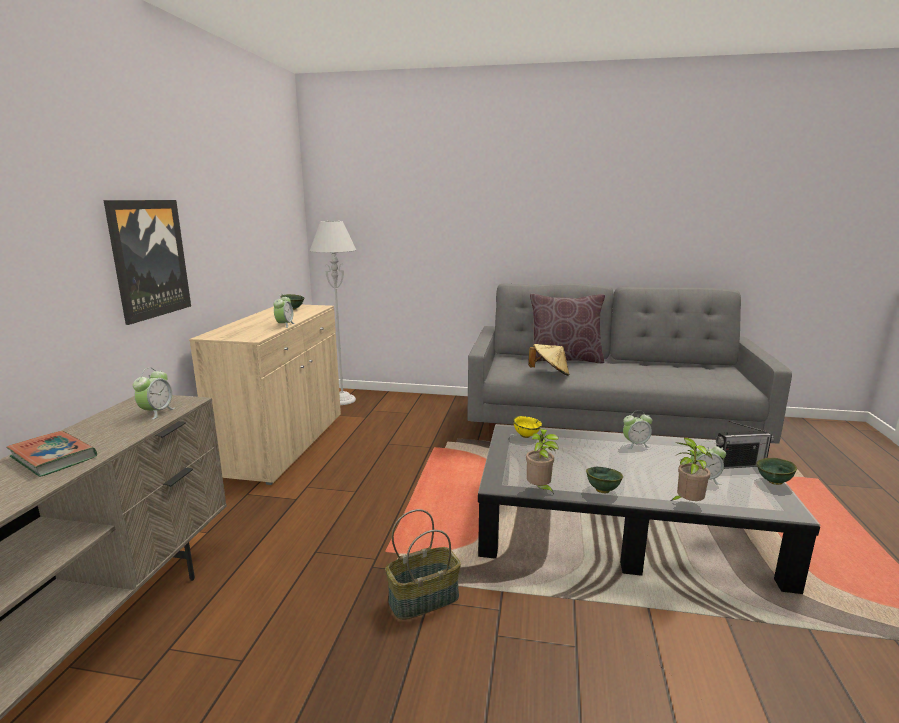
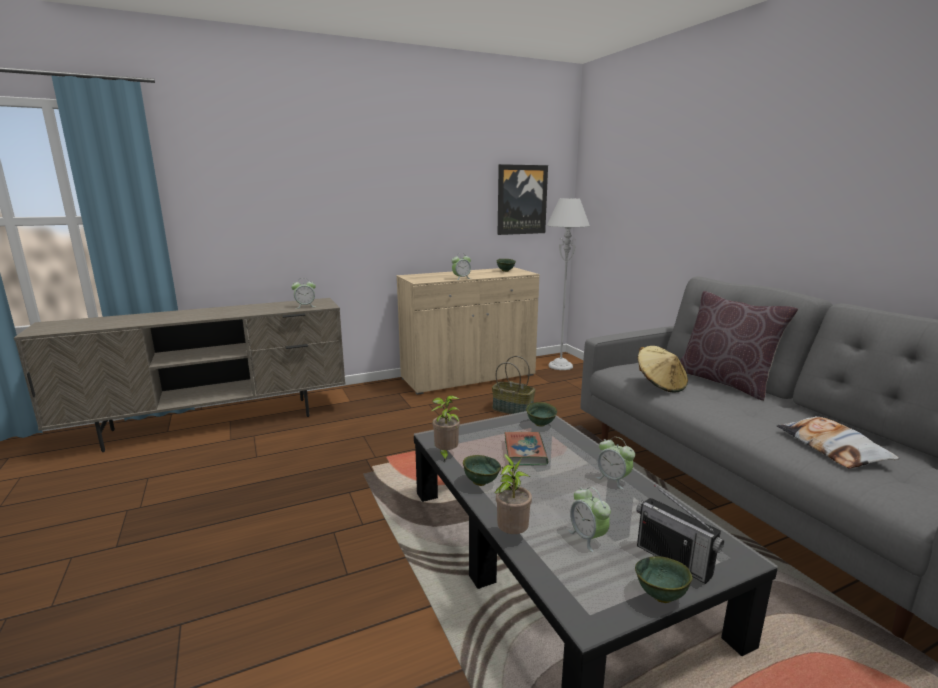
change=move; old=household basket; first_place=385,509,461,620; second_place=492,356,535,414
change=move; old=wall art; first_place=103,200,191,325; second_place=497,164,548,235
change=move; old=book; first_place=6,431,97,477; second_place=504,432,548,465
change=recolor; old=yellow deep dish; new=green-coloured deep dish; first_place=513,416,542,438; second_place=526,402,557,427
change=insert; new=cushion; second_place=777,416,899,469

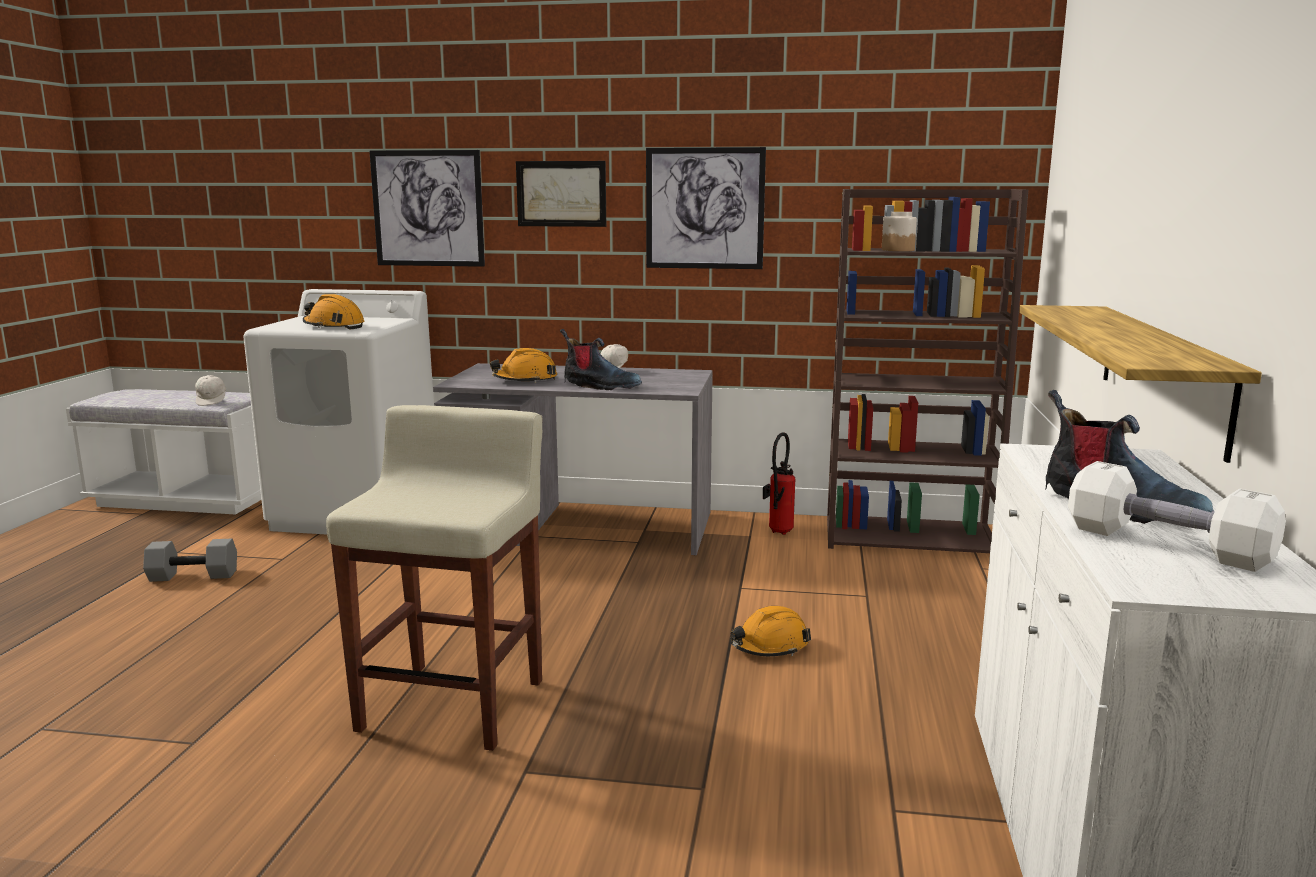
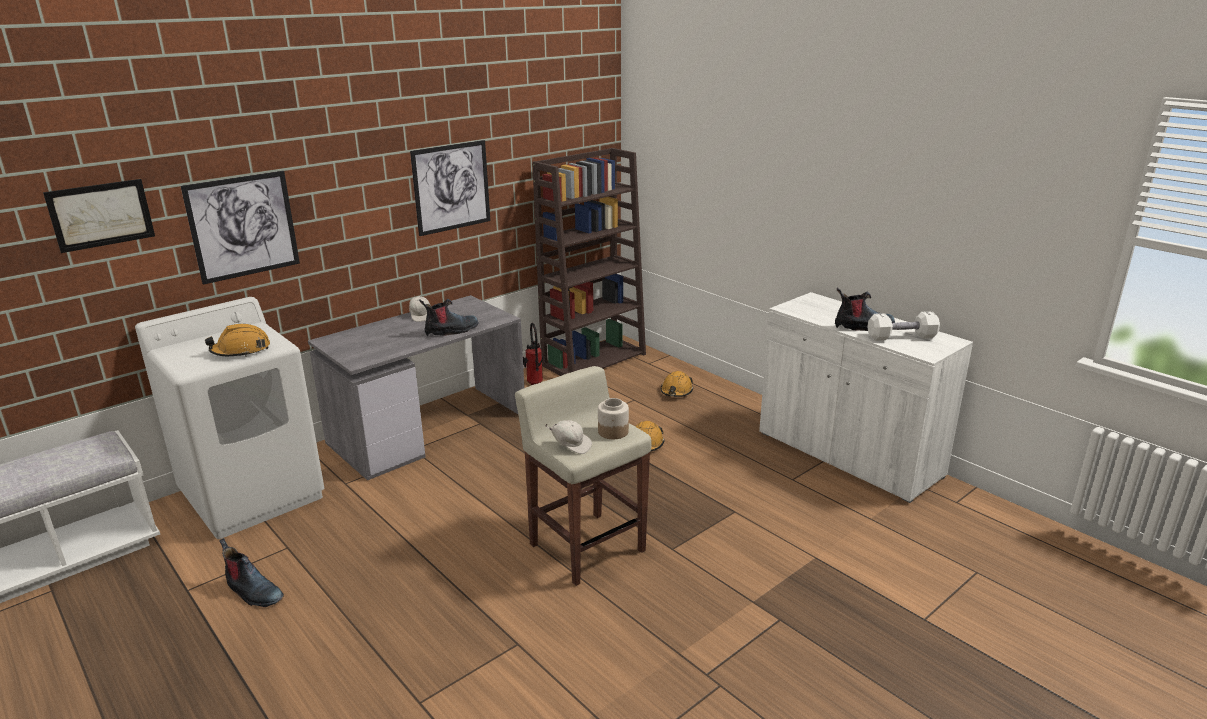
change=move; old=wall art; first_place=516,161,606,227; second_place=43,179,155,253
change=replace; old=grey dumbbell; new=tall boot; first_place=143,538,237,582; second_place=219,538,284,607
change=move; old=whitish cap; first_place=195,375,226,406; second_place=545,420,592,454
change=move; old=storage jar; first_place=882,212,918,251; second_place=598,398,629,439
change=move; old=orangey hard hat; first_place=490,348,557,383; second_place=661,371,693,397
change=delete; old=shelf; first_place=1019,305,1262,463

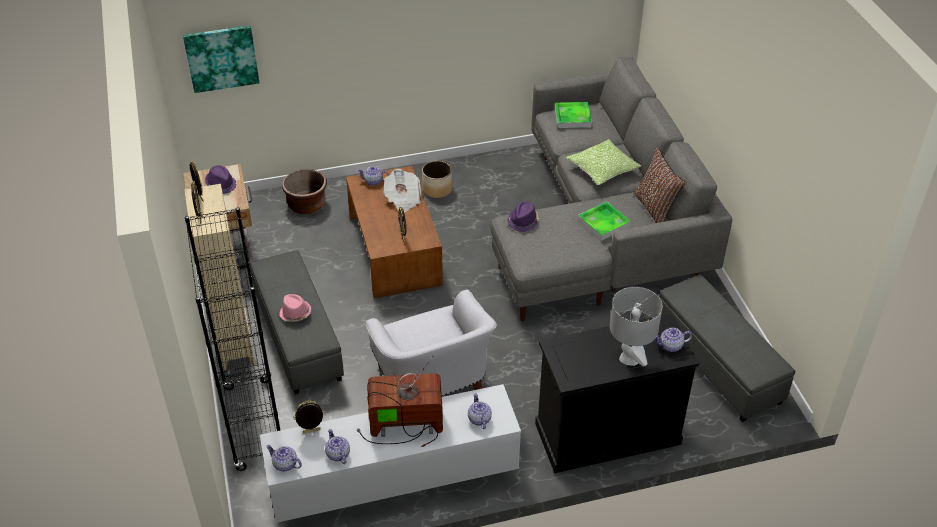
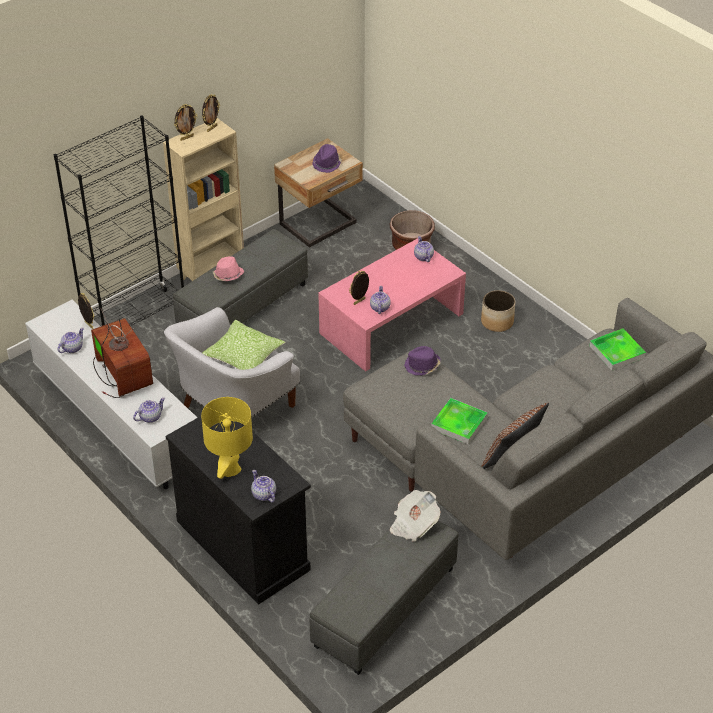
change=recolor; old=grey lamp for a table; new=yellow lamp for a table; first_place=610,287,662,367; second_place=201,397,253,479
change=move; old=cushion; first_place=566,139,641,185; second_place=202,320,285,370
change=recolor; old=brownish low table; new=pink-coloured low table; first_place=346,166,443,298; second_place=318,238,466,372
change=move; old=teapot; first_place=266,445,302,472; second_place=370,286,391,314
change=move; old=printed paper; first_place=383,169,421,212; second_place=390,490,440,542
change=delete; old=wall art; first_place=183,26,259,93

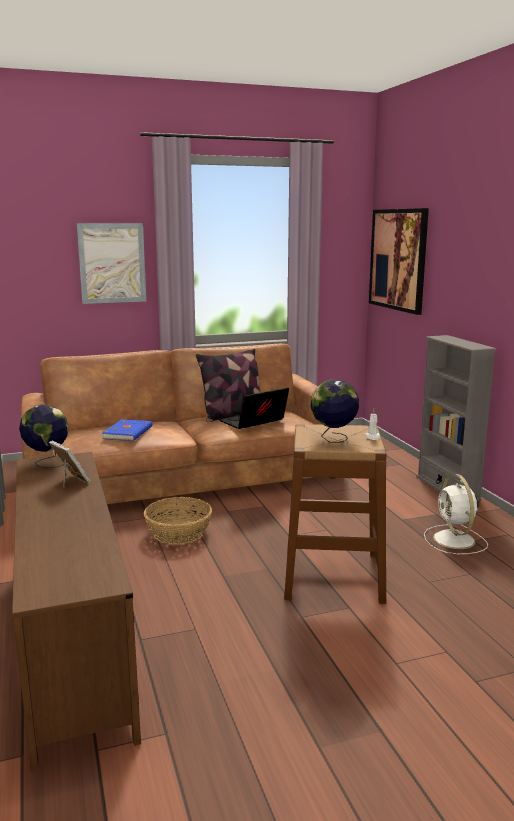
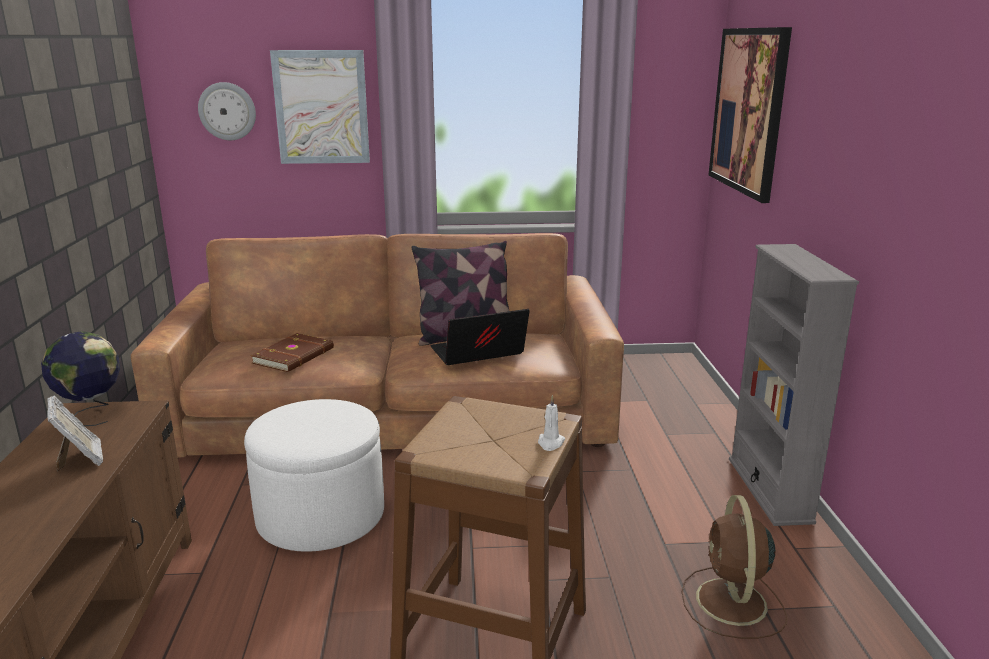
change=insert; new=clock on the wall; second_place=198,82,256,140
change=replace; old=household basket; new=whitish pouffe; first_place=144,497,212,544; second_place=244,399,384,552
change=recolor; old=blue book; new=brownish book; first_place=102,419,152,441; second_place=251,333,334,372
change=recolor; old=whitish cooling fan; new=brownish cooling fan; first_place=424,474,488,554; second_place=682,495,787,639
change=delete; old=desk globe; first_place=310,379,359,443

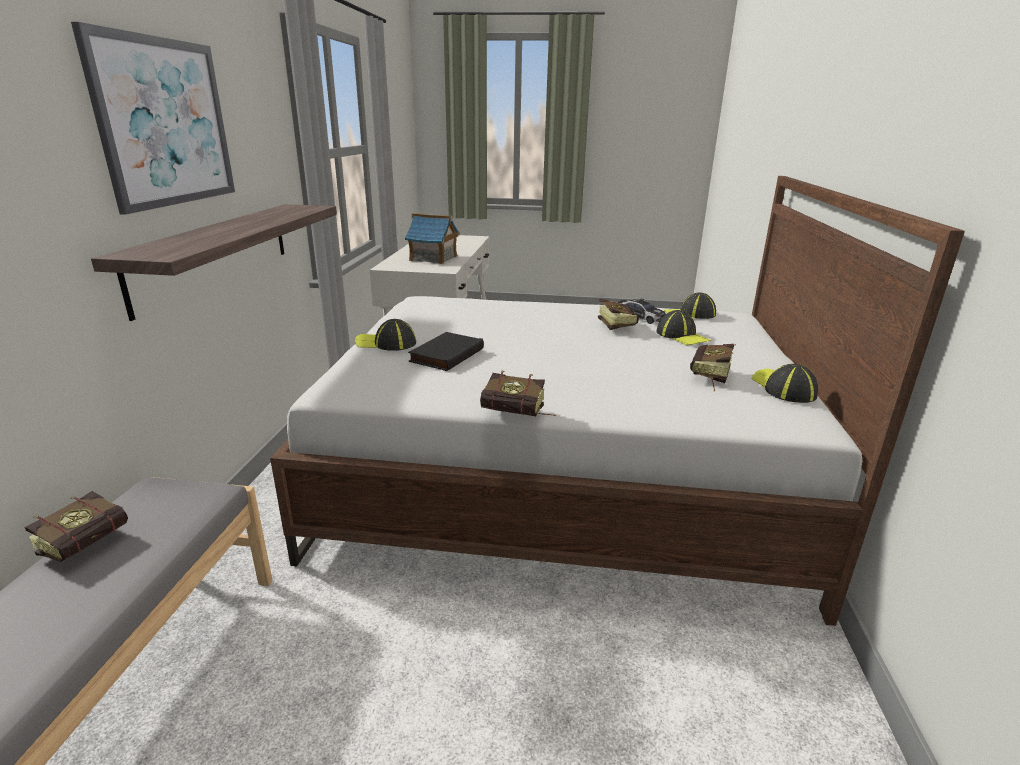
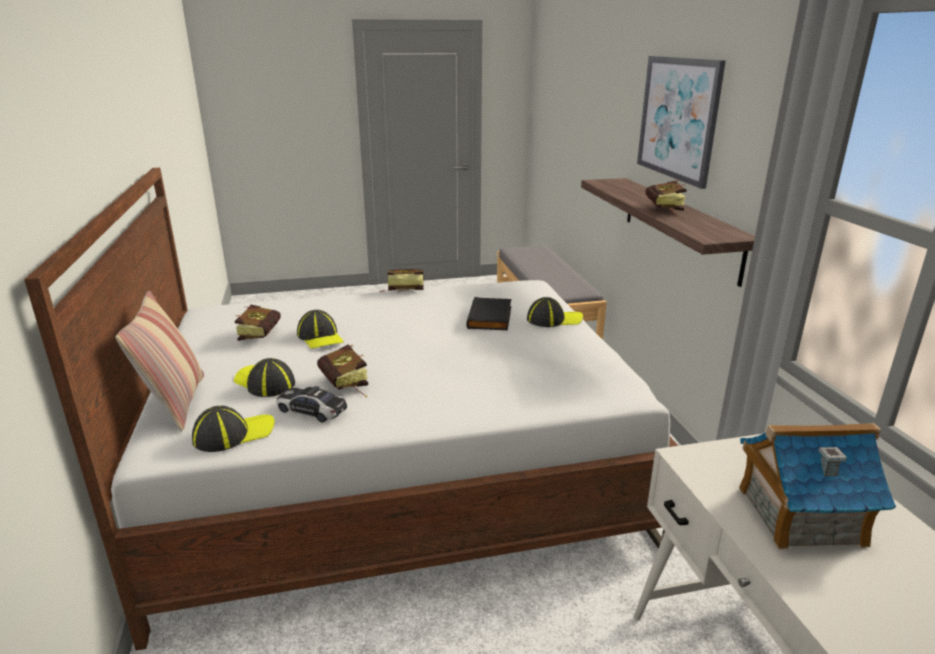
change=insert; new=cushion; second_place=116,291,204,432
change=move; old=cap; first_place=752,364,818,403; second_place=297,310,344,349
change=move; old=book; first_place=25,491,128,562; second_place=645,180,687,218

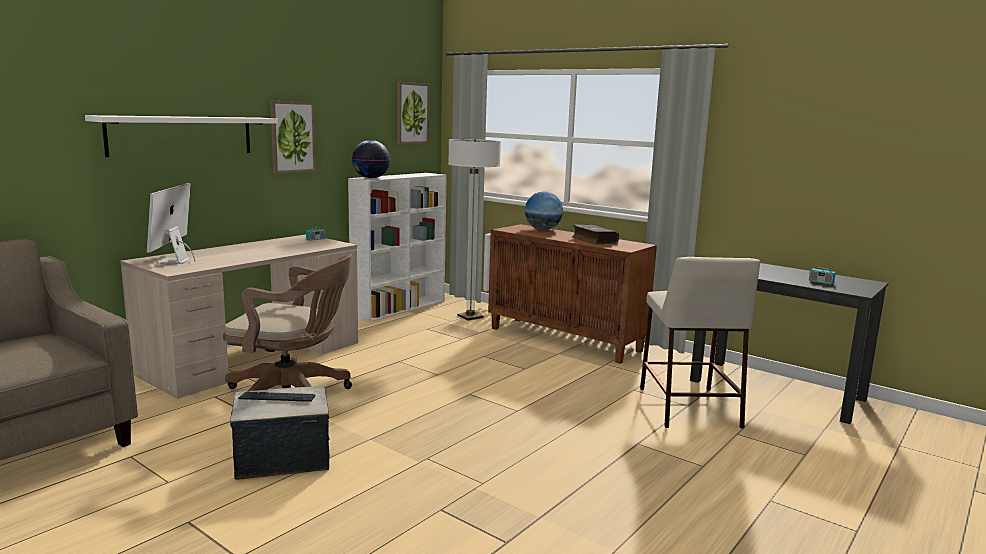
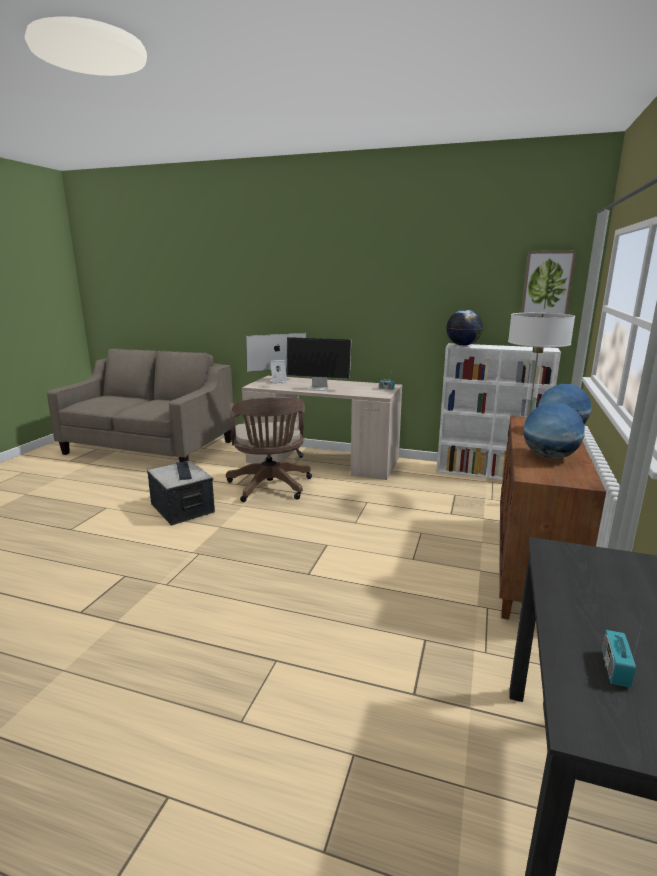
change=insert; new=computer display; second_place=286,337,351,391
change=replace; old=book; new=desk globe; first_place=572,224,619,244; second_place=523,403,585,459
change=delete; old=whitish shelf; first_place=85,115,278,157
change=delete; old=wall art; first_place=270,101,316,174
change=delete; old=beige stool seat; first_place=640,257,760,428

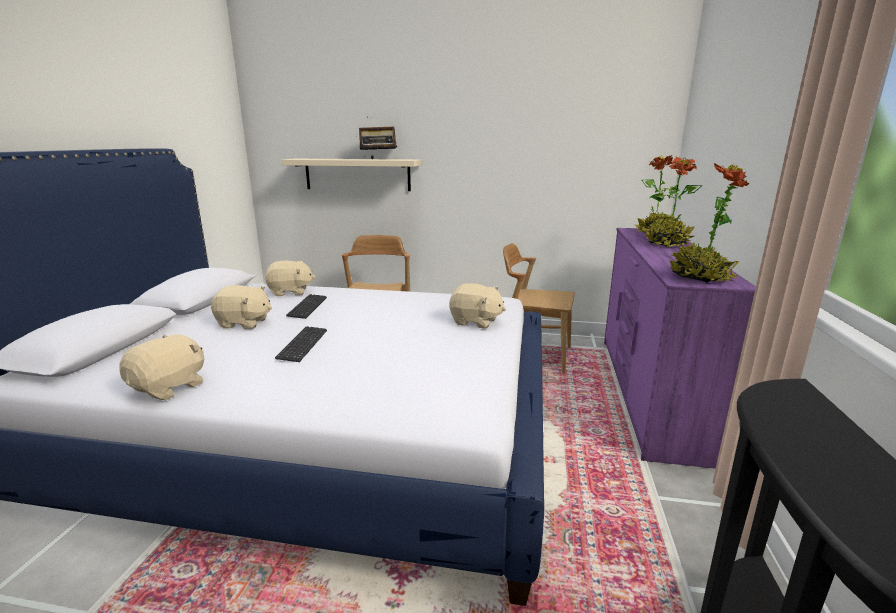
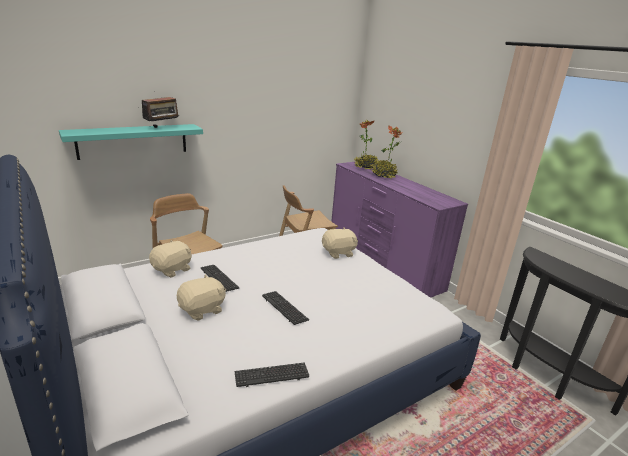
change=recolor; old=beige shelf; new=turquoise shelf; first_place=281,159,421,191; second_place=59,124,203,160
change=replace; old=beige soft toy; new=PC keyboard; first_place=119,334,204,400; second_place=235,362,310,387
change=delete; old=plant in a pot; first_place=670,163,750,282

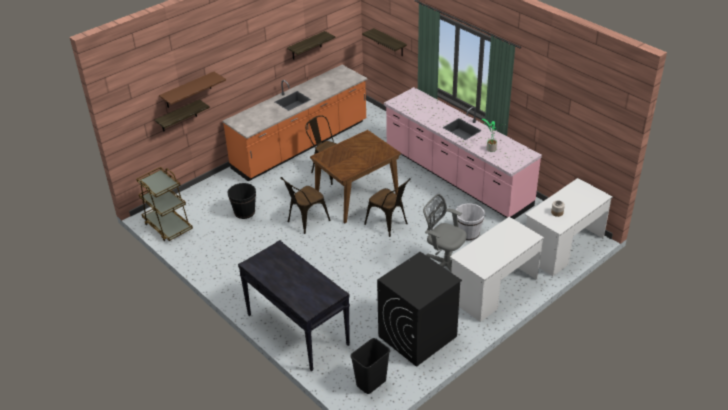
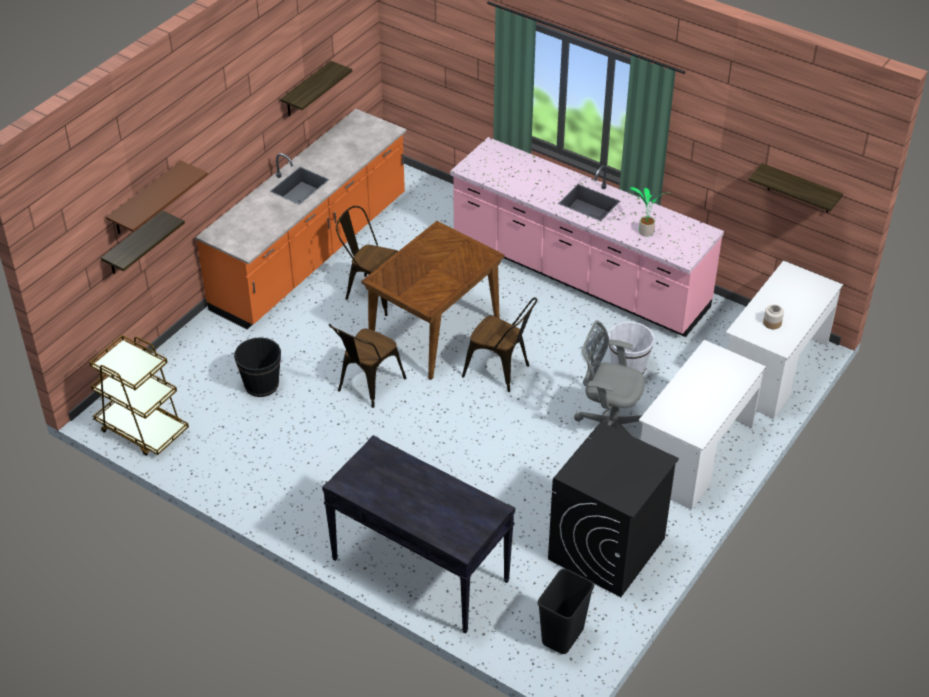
change=move; old=shelf; first_place=362,28,407,56; second_place=748,163,843,213

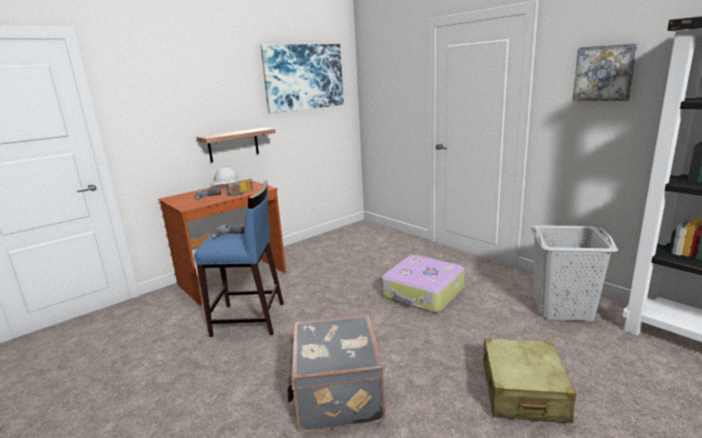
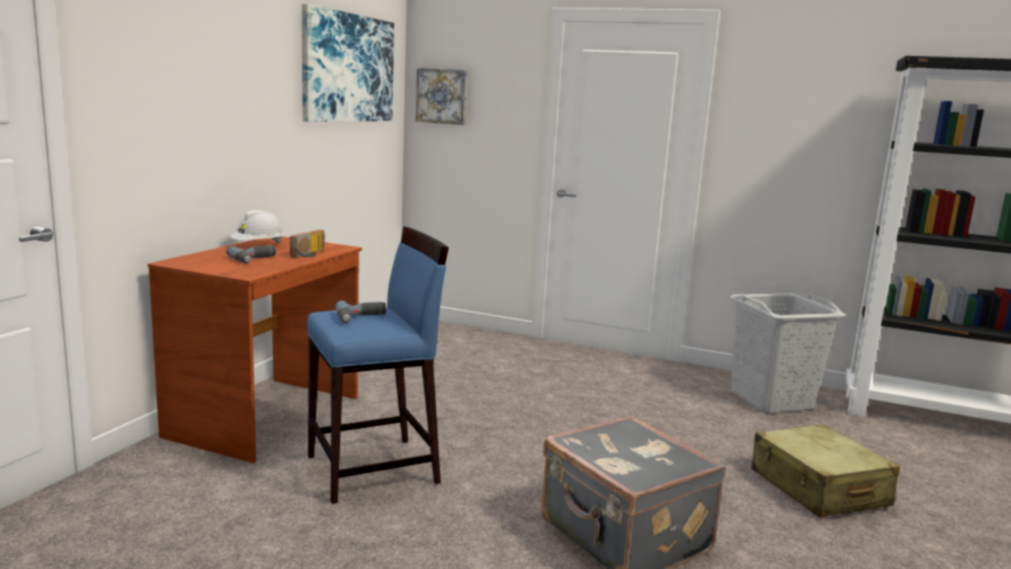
change=move; old=wall art; first_place=573,43,638,101; second_place=416,68,467,125
change=delete; old=shelf; first_place=197,128,276,163
change=delete; old=suitcase; first_place=381,255,465,313

